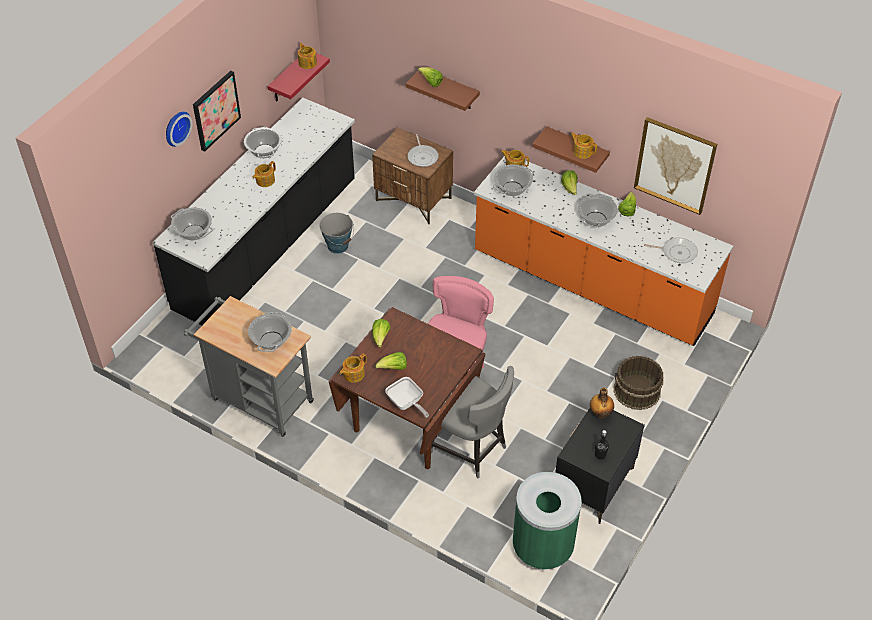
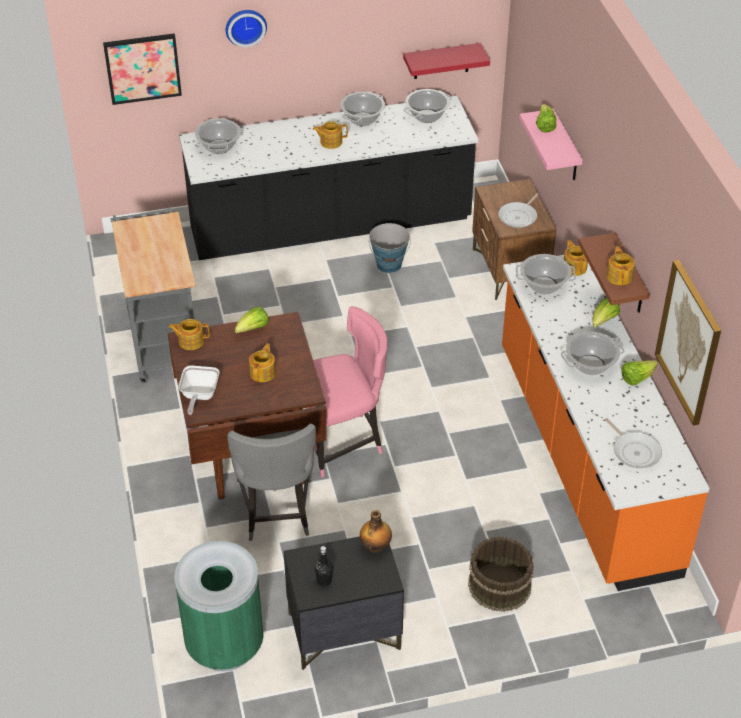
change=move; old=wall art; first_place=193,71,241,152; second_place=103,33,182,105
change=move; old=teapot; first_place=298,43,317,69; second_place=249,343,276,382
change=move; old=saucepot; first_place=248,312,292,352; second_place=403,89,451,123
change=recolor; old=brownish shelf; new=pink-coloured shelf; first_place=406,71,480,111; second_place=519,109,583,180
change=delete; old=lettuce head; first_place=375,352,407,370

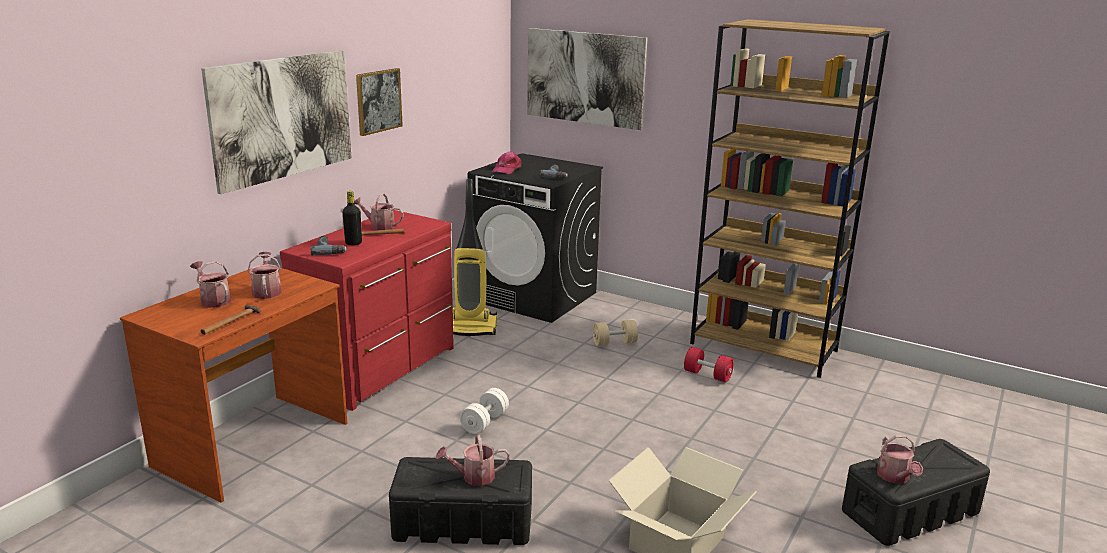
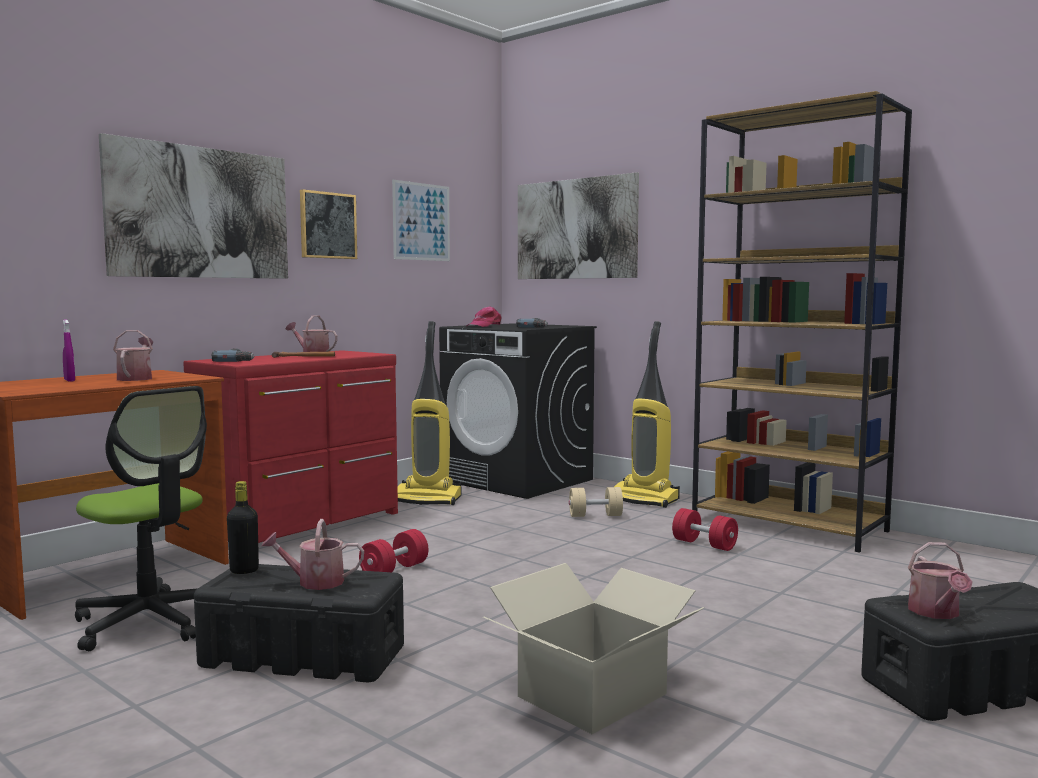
change=replace; old=sprinkling can; new=purple-coloured spray bottle; first_place=190,261,231,308; second_place=63,319,75,382
change=insert; new=desk chair; second_place=75,386,207,651
change=move; old=black-coloured drink bottle; first_place=342,191,362,245; second_place=227,481,259,574
change=recolor; old=whitish dumbbell; new=red dumbbell; first_place=460,388,509,434; second_place=359,529,428,572
change=insert; new=wall art; second_place=392,180,450,261
change=insert; new=vacuum; second_place=614,321,680,508
change=delete; old=hammer; first_place=201,304,261,335

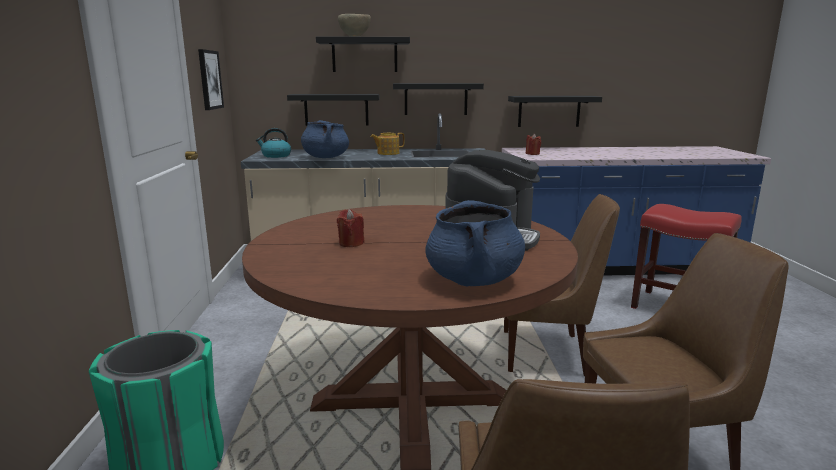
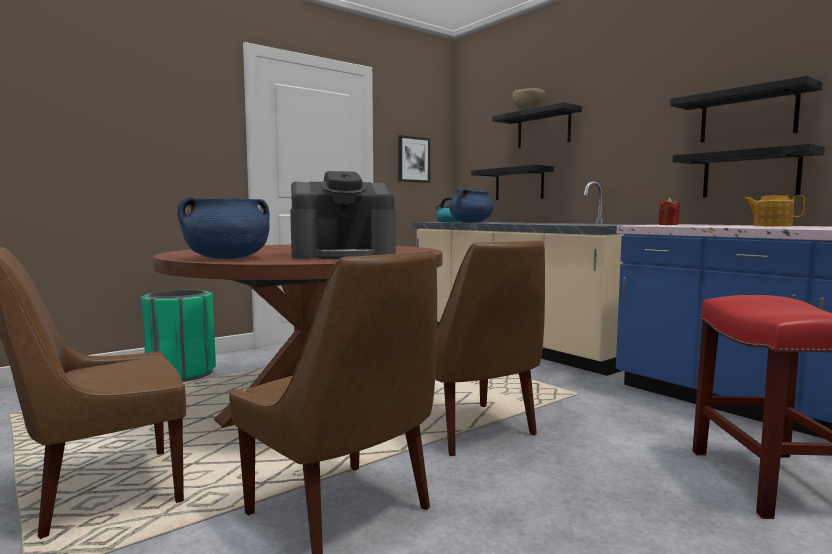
change=move; old=black-coloured shelf; first_place=393,83,484,115; second_place=670,76,822,143
change=move; old=teapot; first_place=370,133,404,155; second_place=743,195,805,226
change=delete; old=red candle; first_place=337,209,365,247

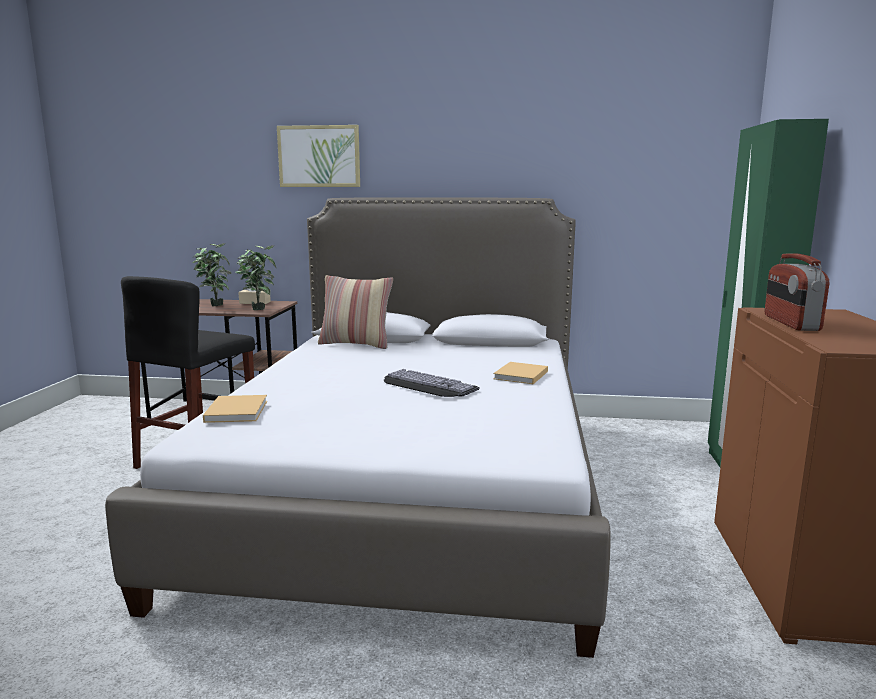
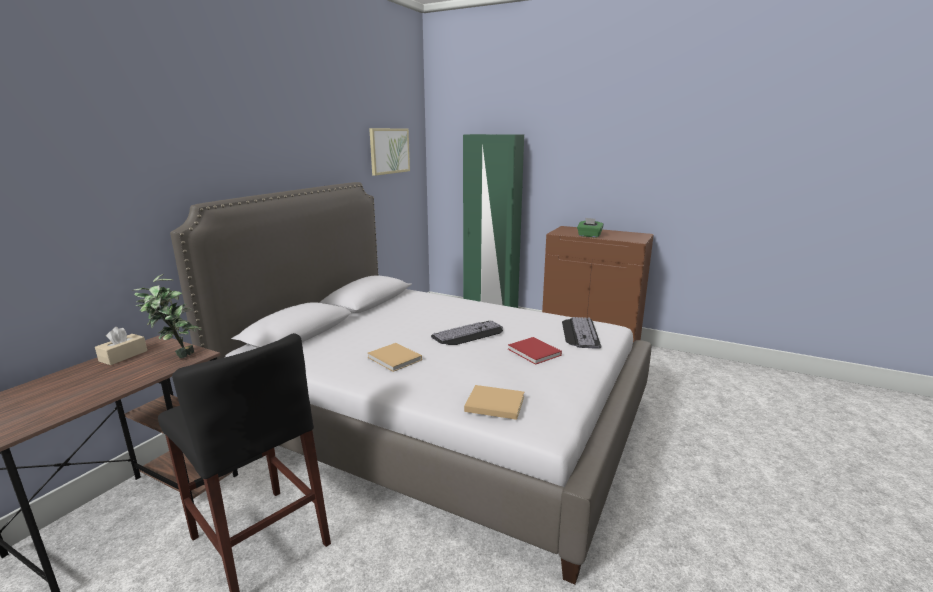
change=move; old=beige book; first_place=493,362,548,384; second_place=368,343,422,372
change=move; old=wall art; first_place=277,125,360,187; second_place=369,128,410,176
change=insert; new=red book; second_place=508,337,562,365
change=insert; new=PC keyboard; second_place=562,317,601,349
change=replace; old=radio; new=green-coloured box of tissues; first_place=764,253,829,331; second_place=577,218,604,238
change=delete; old=plant in a pot; first_place=192,243,232,306
change=delete; old=cushion; first_place=318,275,393,349

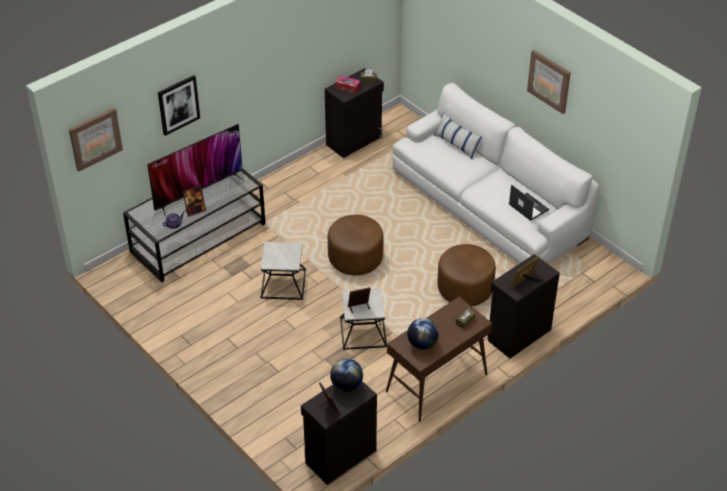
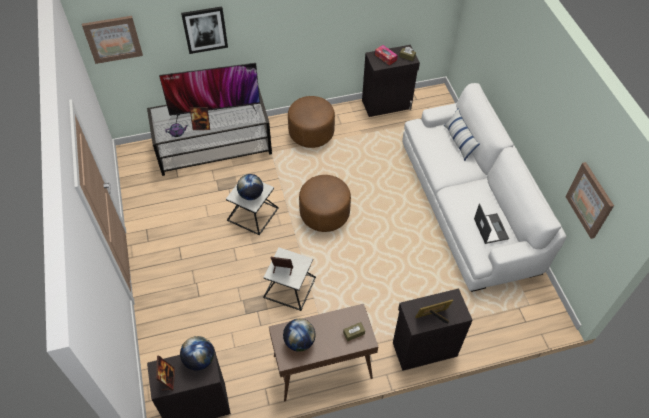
change=insert; new=desk globe; second_place=237,174,263,200
change=move; old=brownish pouffe; first_place=437,244,496,306; second_place=288,96,335,148
change=move; old=wall art; first_place=527,50,571,114; second_place=565,162,614,239

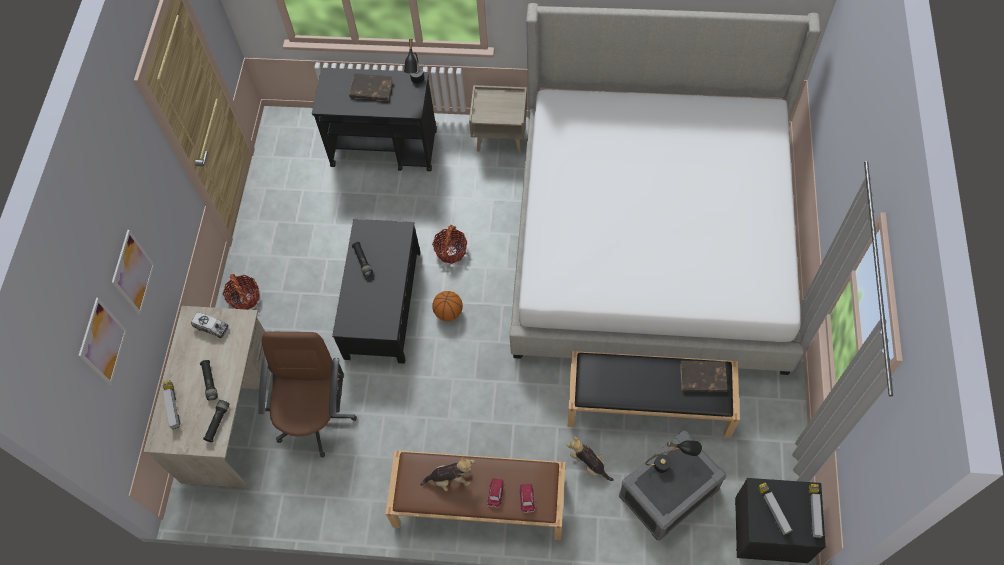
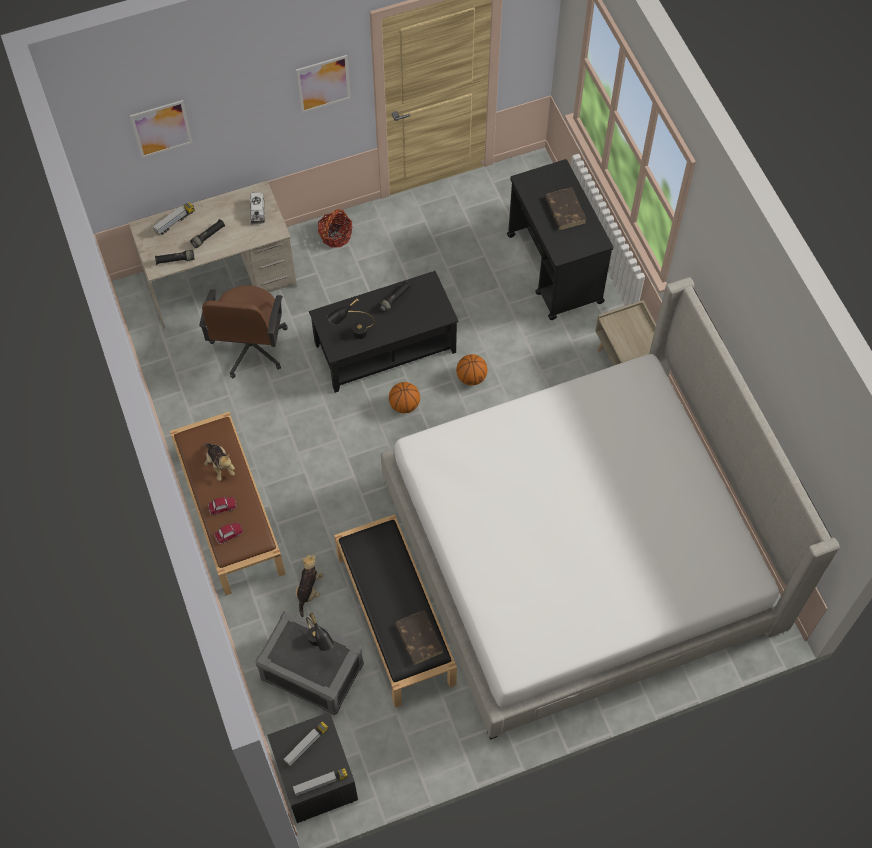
change=rotate; old=brownish desk chair; first_place=258,331,357,457; second_place=199,286,288,378; degrees=120
change=move; old=wall art; first_place=112,230,154,315; second_place=296,55,351,113
change=move; old=black-coloured lamp for a table; first_place=404,39,424,84; second_place=327,298,375,339
change=replace; old=household basket; new=ball for basketball; first_place=432,225,467,264; second_place=456,354,488,386

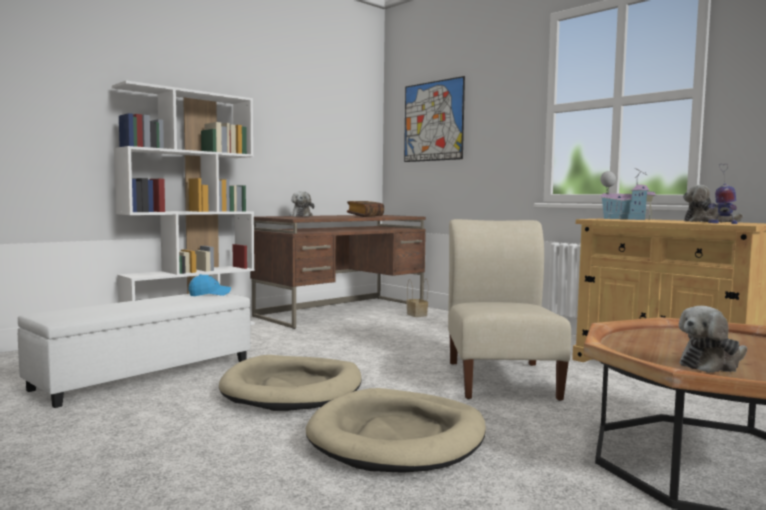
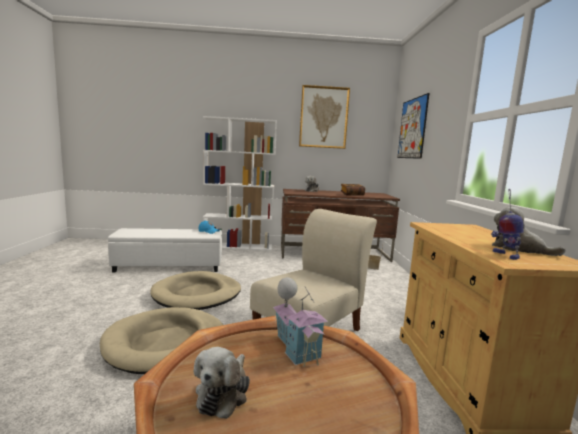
change=rotate; old=soft toy; first_place=679,306,747,373; second_place=194,347,250,419; degrees=-90
change=move; old=miniature house; first_place=599,168,656,220; second_place=273,277,328,367
change=insert; new=wall art; second_place=299,85,350,149

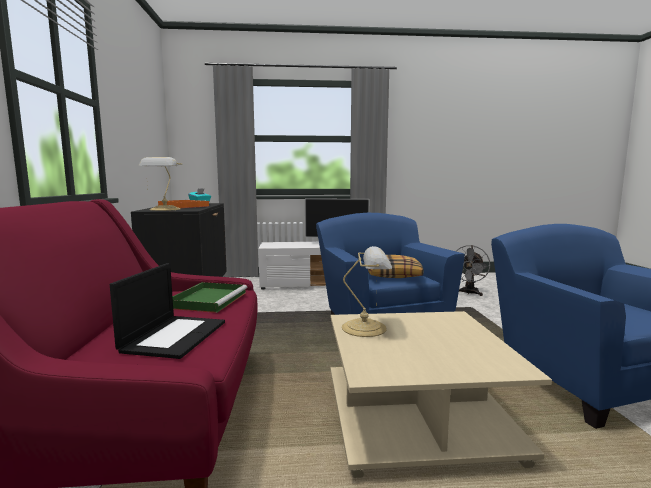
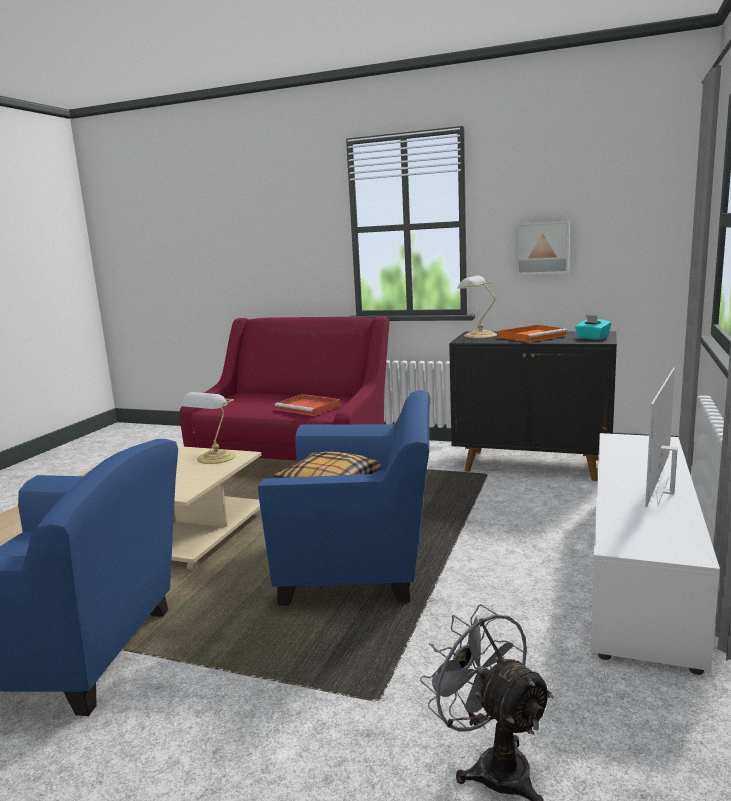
change=recolor; old=green-coloured serving tray; new=red serving tray; first_place=172,282,247,313; second_place=275,394,340,416
change=insert; new=wall art; second_place=516,221,570,275
change=delete; old=notebook computer; first_place=110,263,225,359

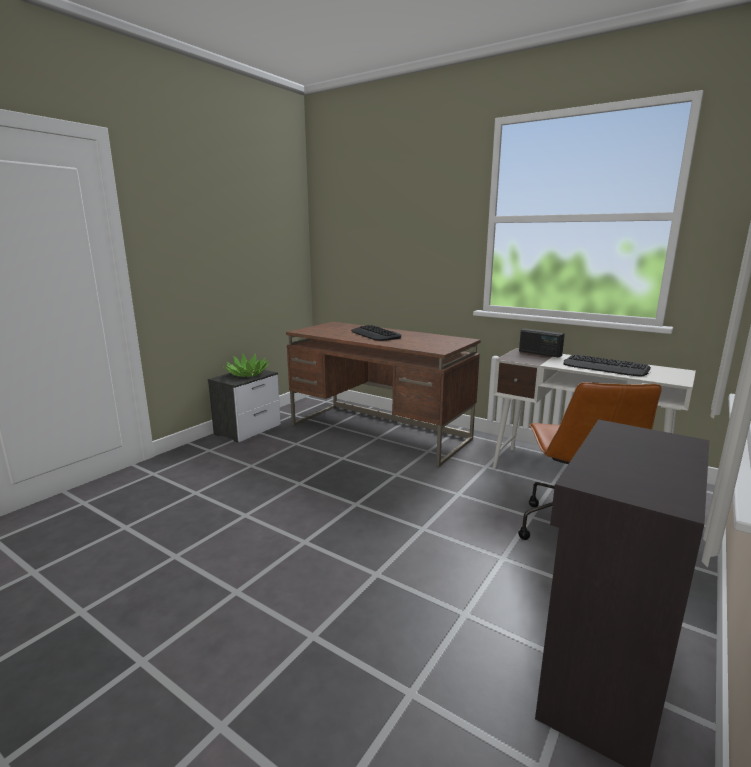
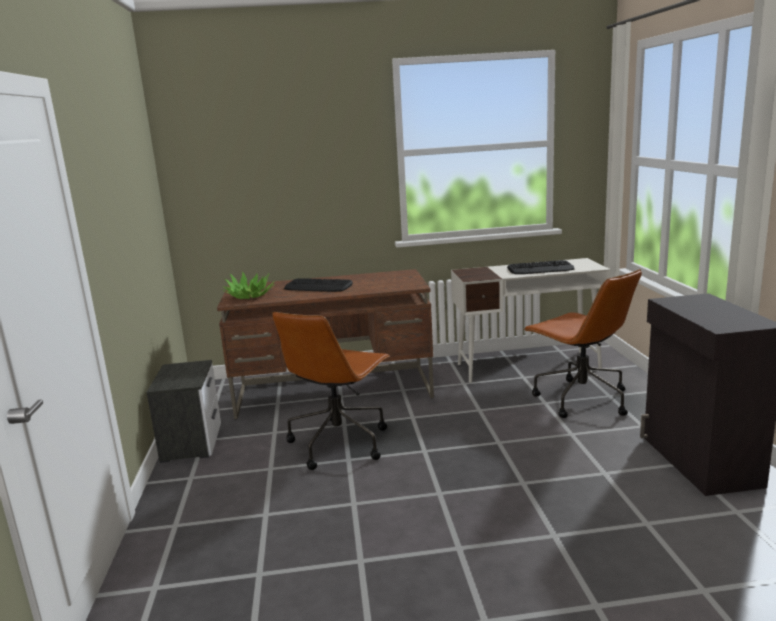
change=move; old=plant in a pot; first_place=224,353,270,377; second_place=223,271,275,299
change=insert; new=brownish desk chair; second_place=272,312,390,470
change=delete; old=radio; first_place=519,329,565,358

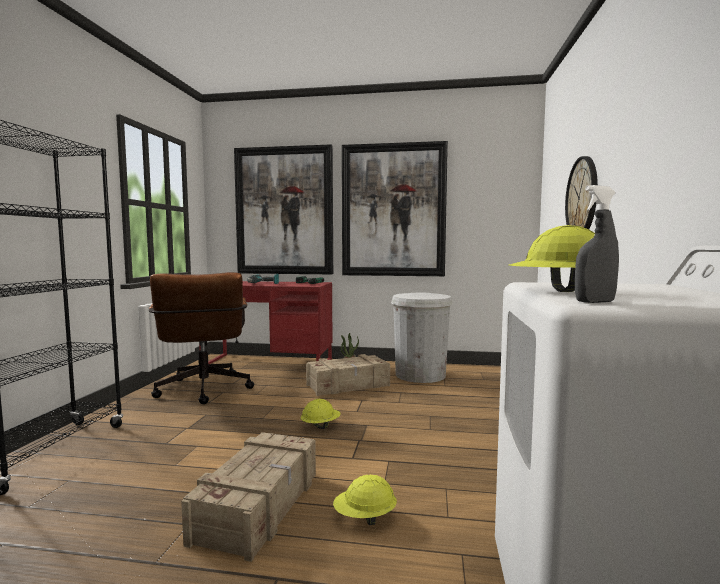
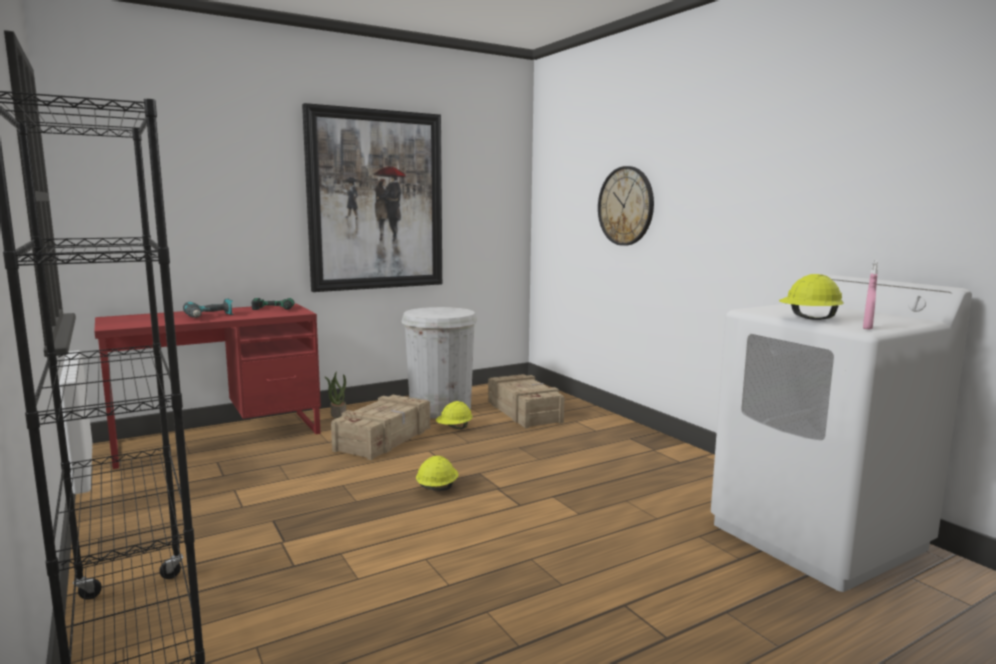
change=move; old=yellow hard hat; first_place=333,475,397,525; second_place=436,401,473,429
change=move; old=packing crate; first_place=181,432,316,562; second_place=488,374,564,428
change=recolor; old=grey spray bottle; new=pink-coloured spray bottle; first_place=575,185,619,303; second_place=863,259,878,330
change=delete; old=brownish desk chair; first_place=149,272,254,404
change=delete; old=wall art; first_place=234,144,333,274

